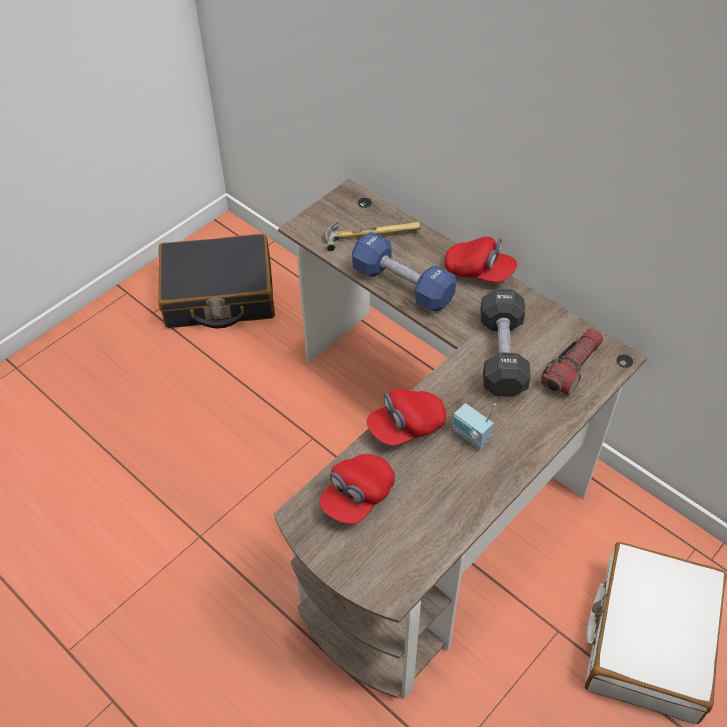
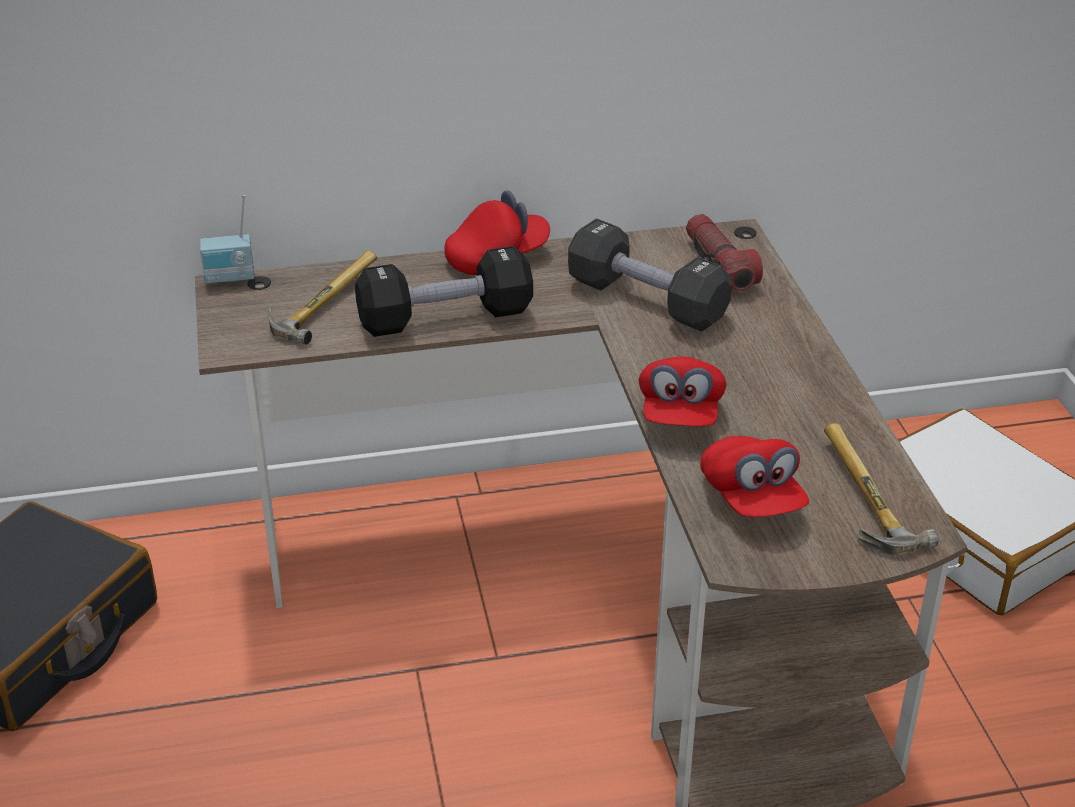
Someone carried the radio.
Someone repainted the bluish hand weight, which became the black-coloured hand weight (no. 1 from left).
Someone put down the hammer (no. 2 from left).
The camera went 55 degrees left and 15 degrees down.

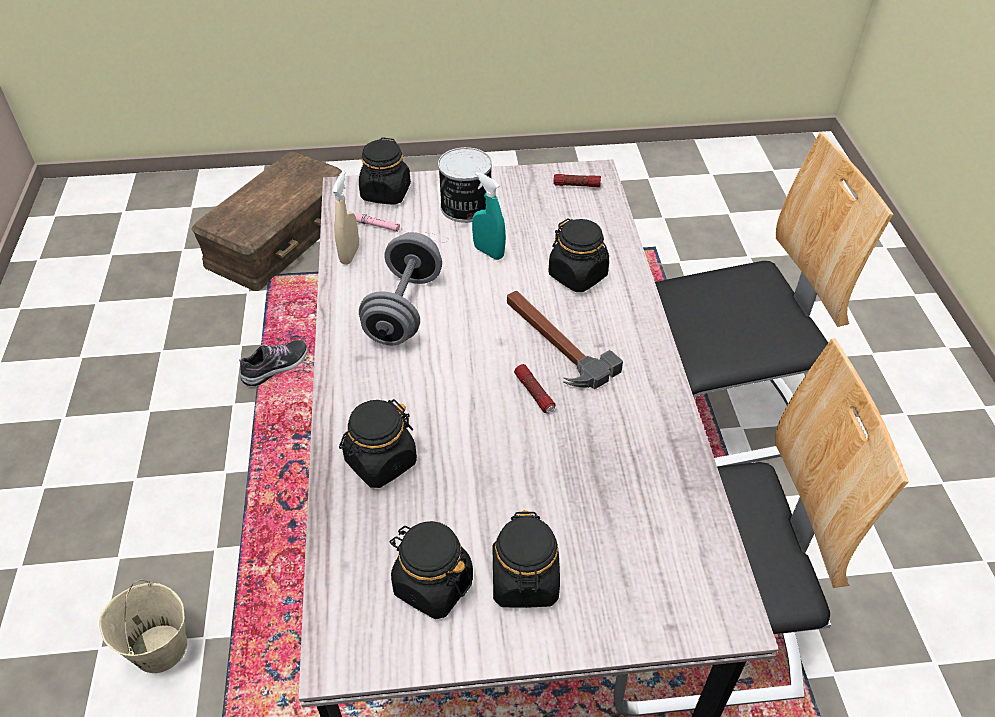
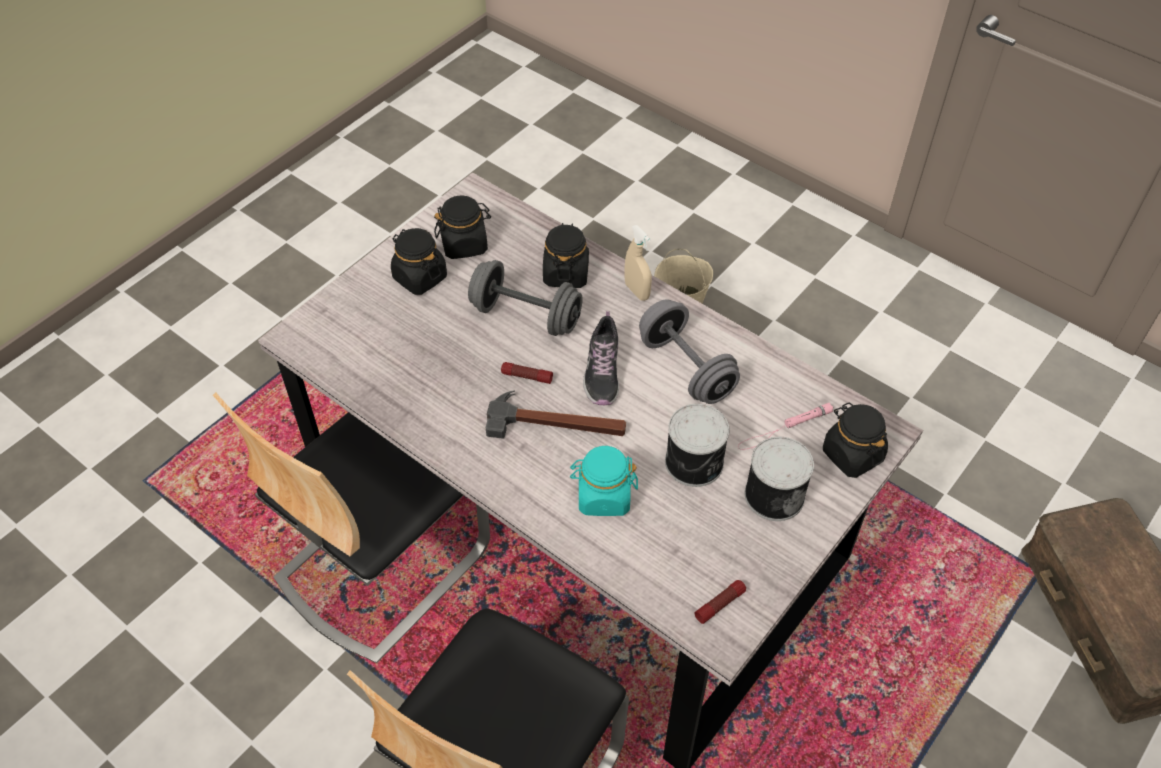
Someone put down the gray hand weight (no. 1 from left).
Someone repainted the black-coloured storage jar (no. 5 from left), which became the turquoise-coloured storage jar.
Someone carried the low shoe.
Someone carried the beige sprayer.
Someone swapped the turquoise-coloured sprayer for the metal can (no. 1 from left).
The camera went 135 degrees right and 5 degrees up.

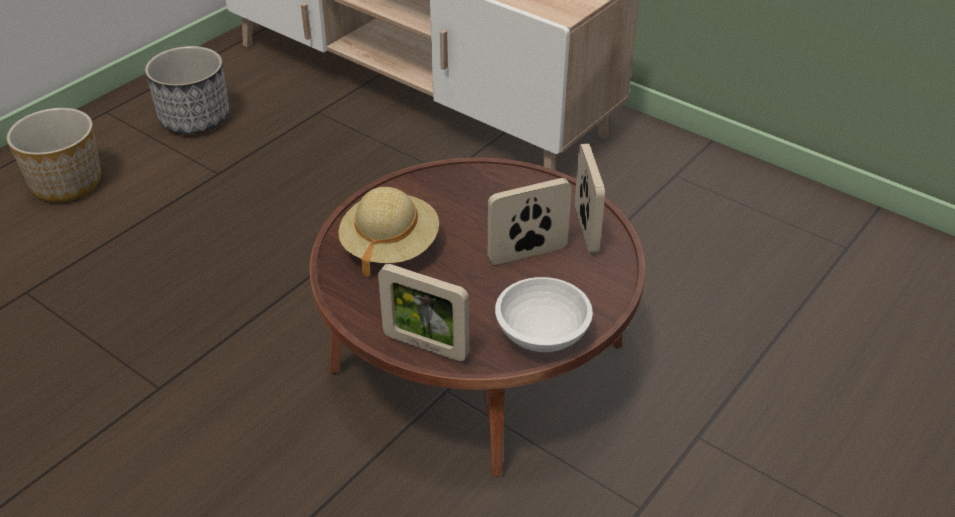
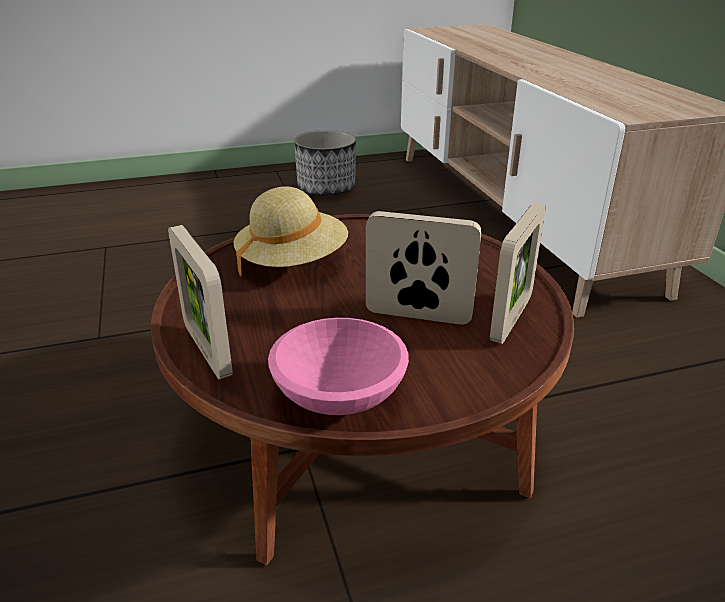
Someone repainted the white-coloured bowl, which became the pink-coloured bowl.
Someone took away the flower pot (no. 1 from left).
The camera went 35 degrees right and 10 degrees down.

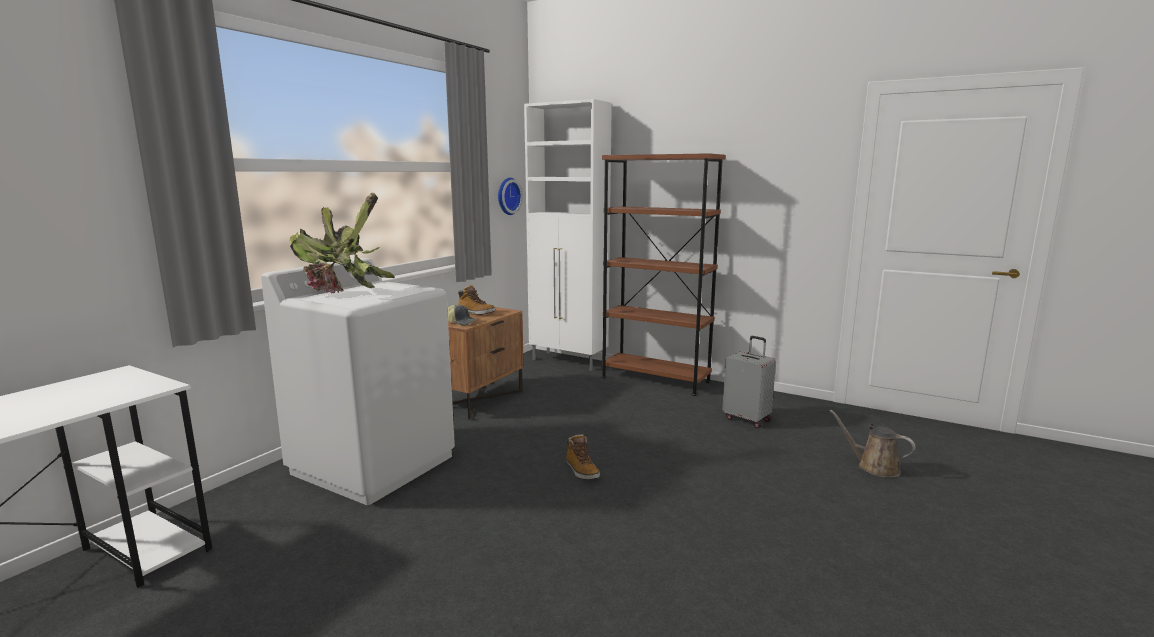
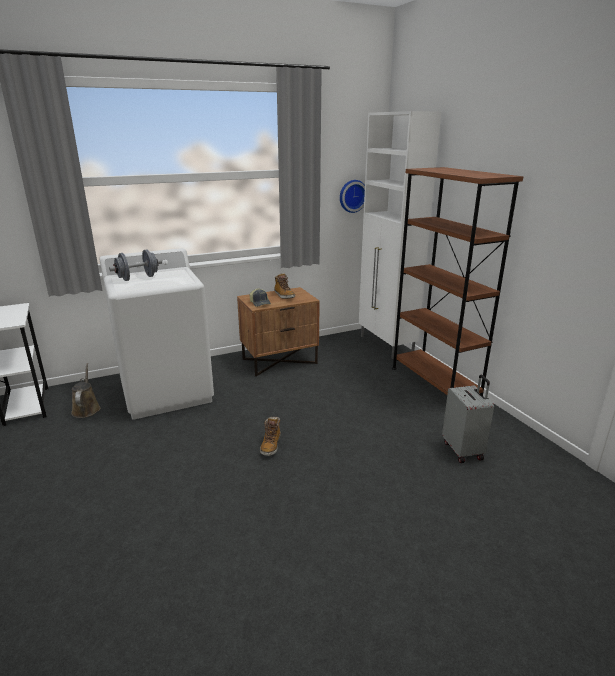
Someone carried the brown sprinkling can.
Someone swapped the houseplant for the gray hand weight.
The camera went 35 degrees right and 10 degrees up.

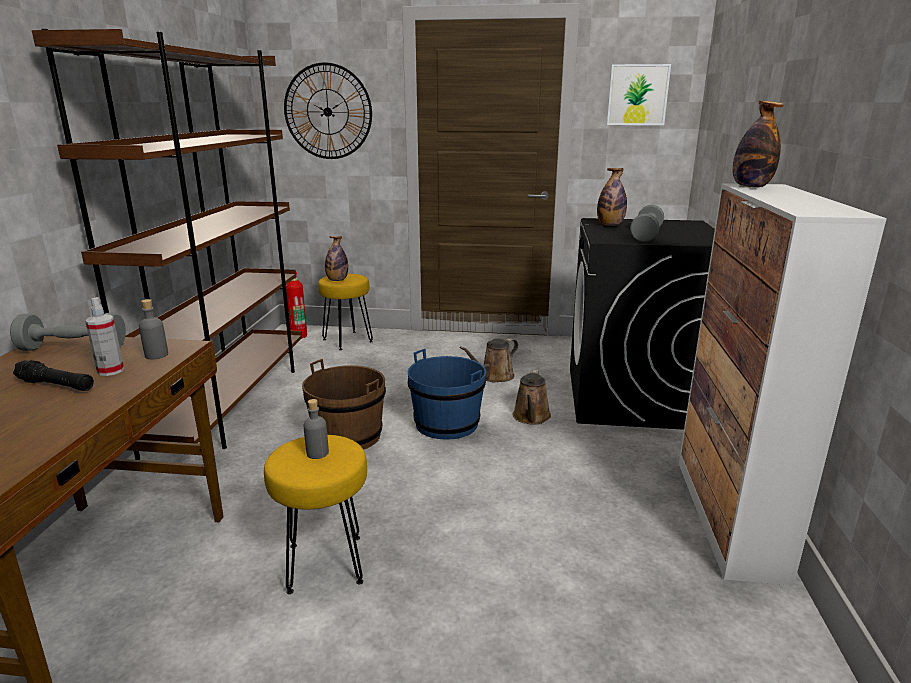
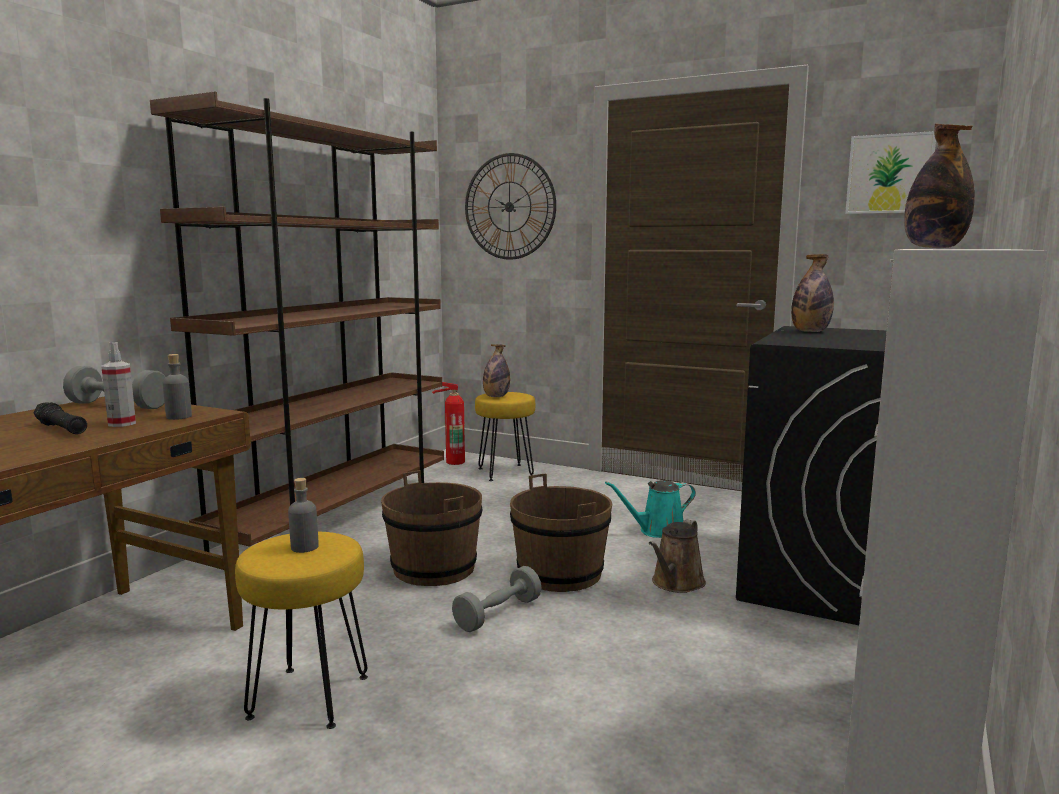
Someone carried the gray hand weight (no. 2 from left).
Someone repainted the bluish pail, which became the brown pail (no. 2 from left).
Someone repainted the brown sprinkling can (no. 1 from left), which became the turquoise-coloured sprinkling can.
The camera went 20 degrees right and 10 degrees down.

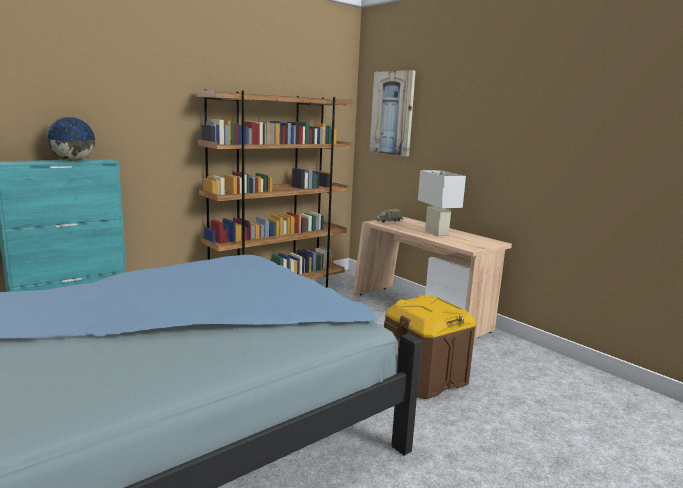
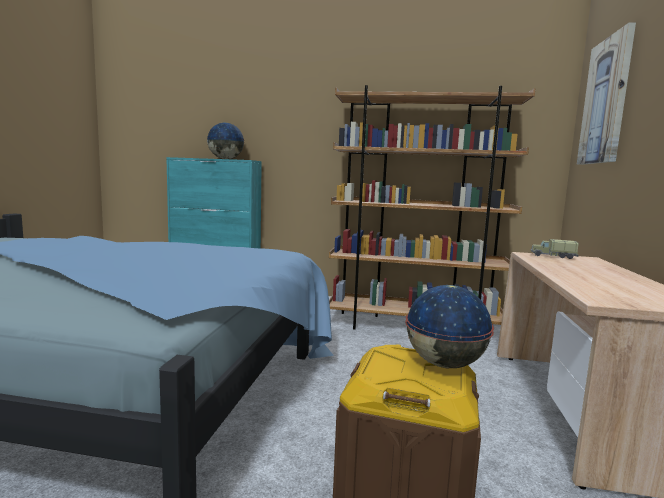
Someone put down the globe (no. 2 from left).
Someone took away the white-coloured lamp for a table.
The camera went 50 degrees right and 5 degrees down.

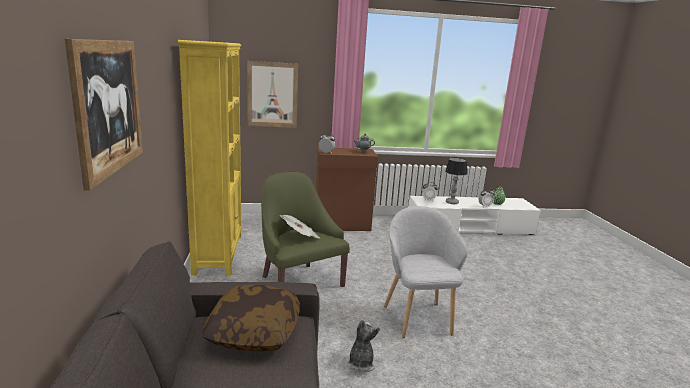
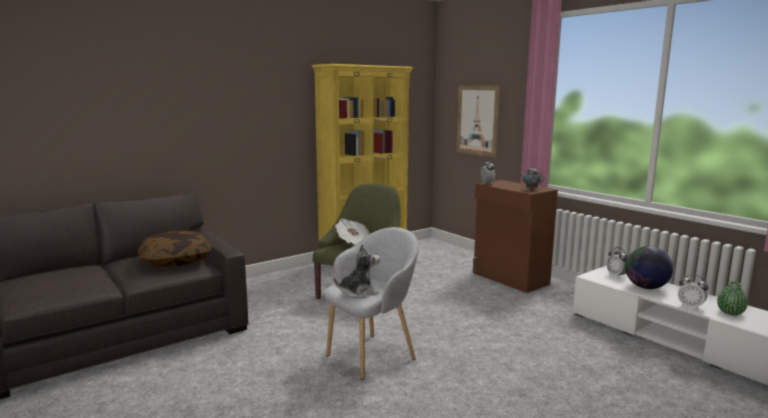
Someone carried the cuddly toy.
Someone swapped the lamp for a table for the globe.
Someone took away the wall picture (no. 1 from left).
The camera went 60 degrees right and 5 degrees down.

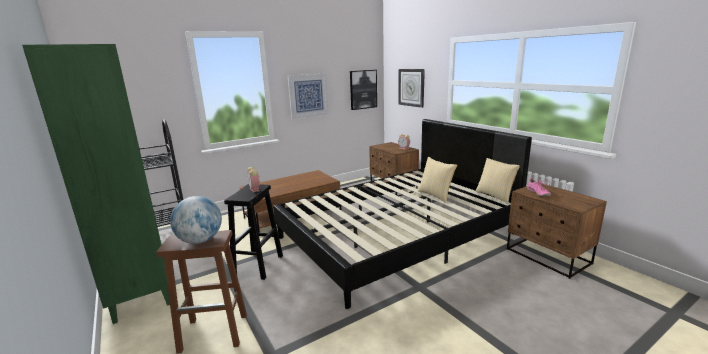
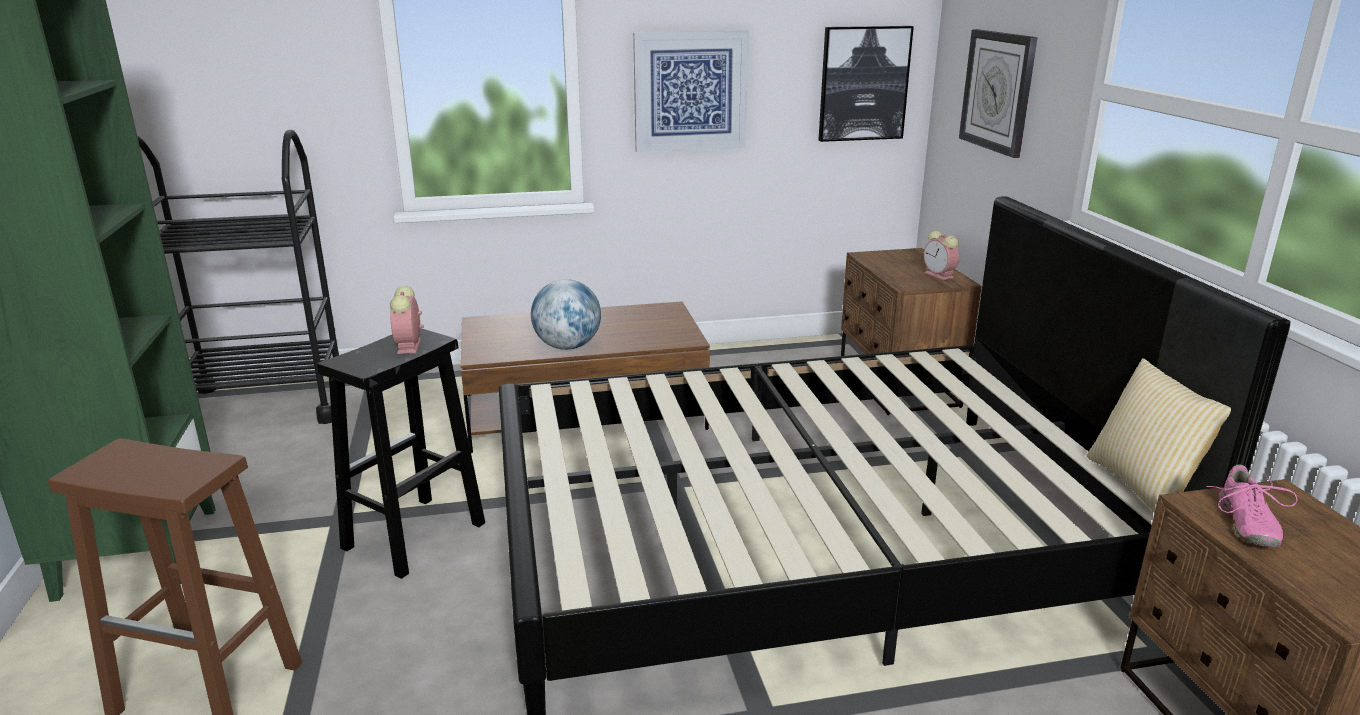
Someone carried the globe.
Someone took away the throw pillow (no. 1 from left).
The camera went 20 degrees right and 5 degrees up.

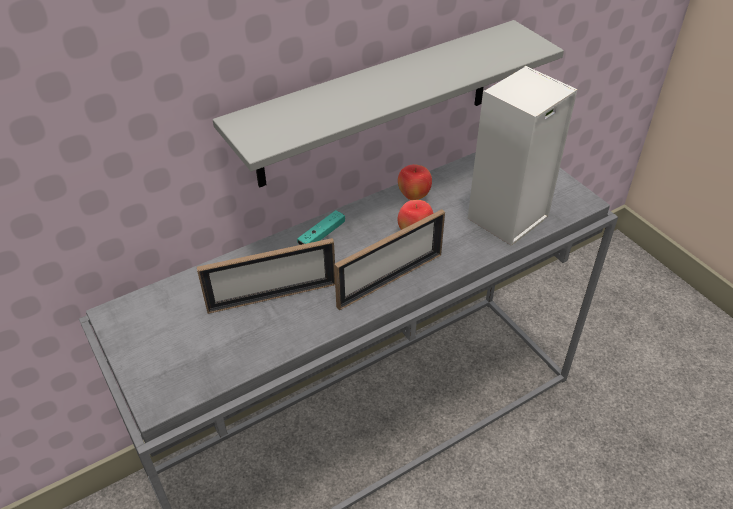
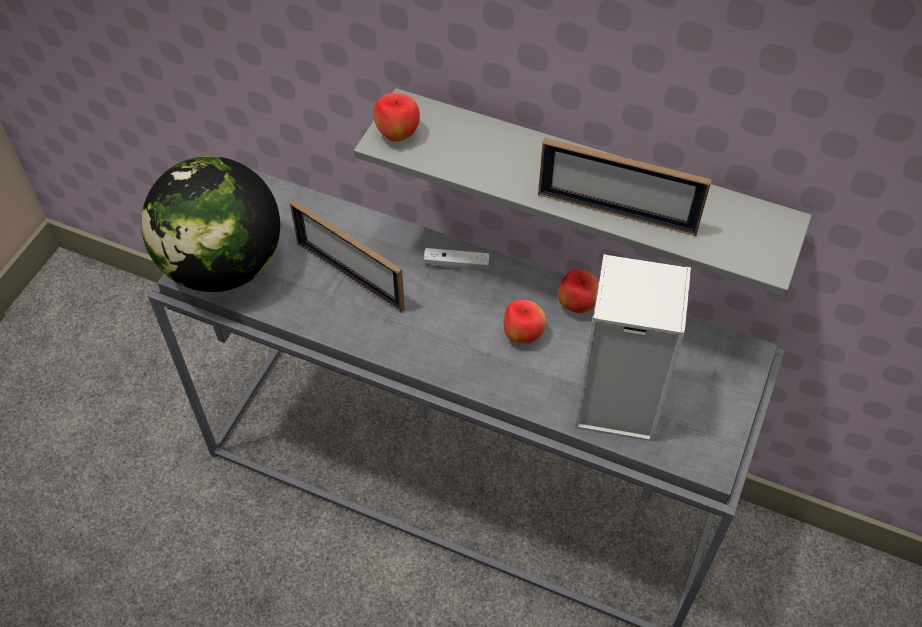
Someone put down the globe.
Someone put down the whole apple (no. 1 from left).
Someone repainted the turquoise-coloured game controller, which became the white-coloured game controller.
Someone carried the picture frame (no. 2 from left).
The camera went 55 degrees right and 10 degrees up.

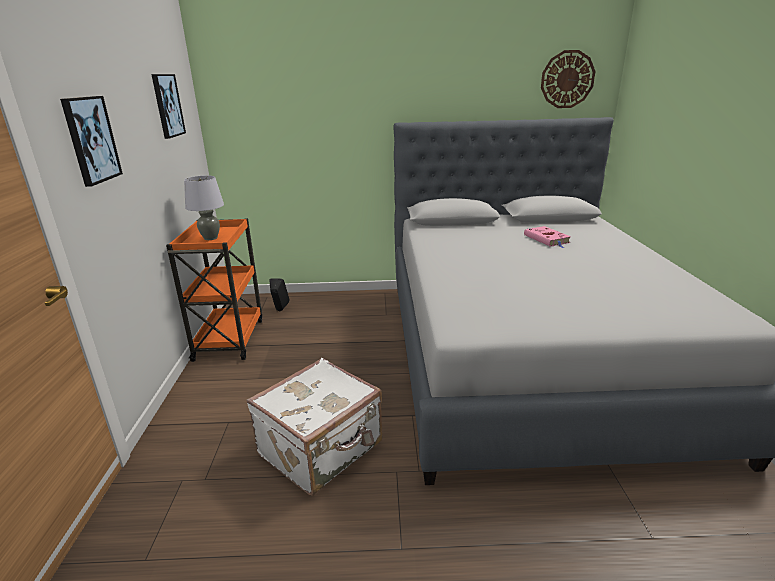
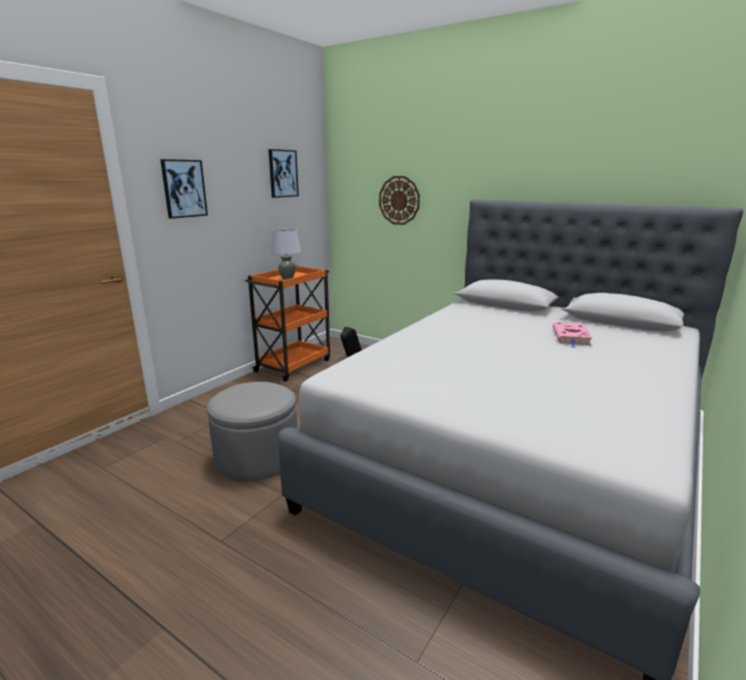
Someone swapped the white-coloured travel case for the gray pouffe.
Someone carried the wall clock.
The camera went 35 degrees right and 5 degrees down.

